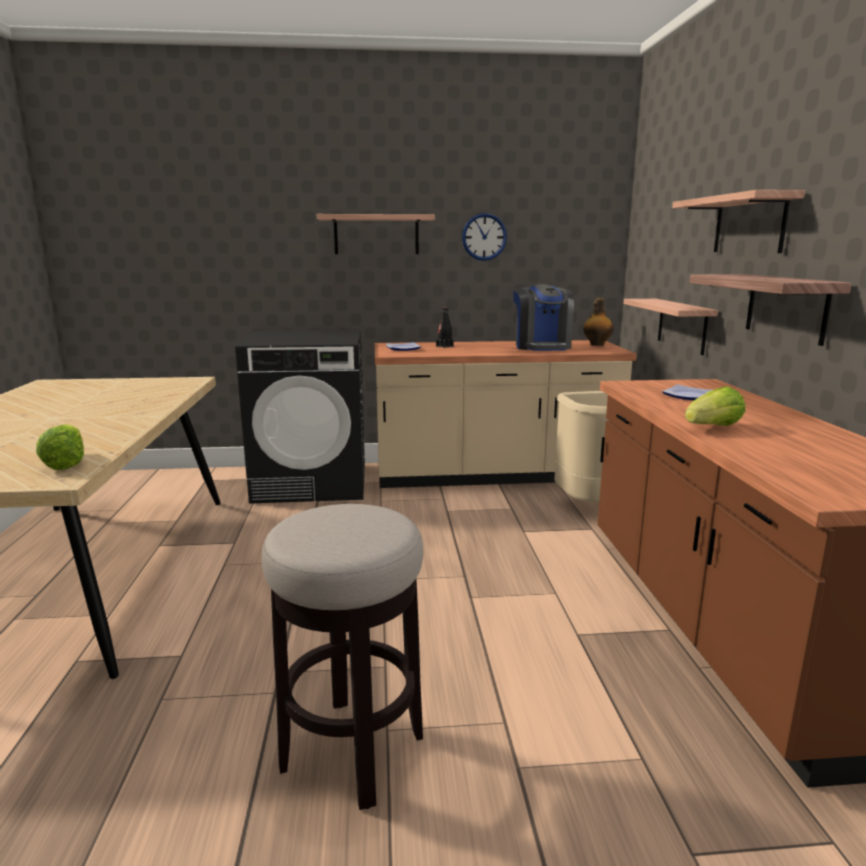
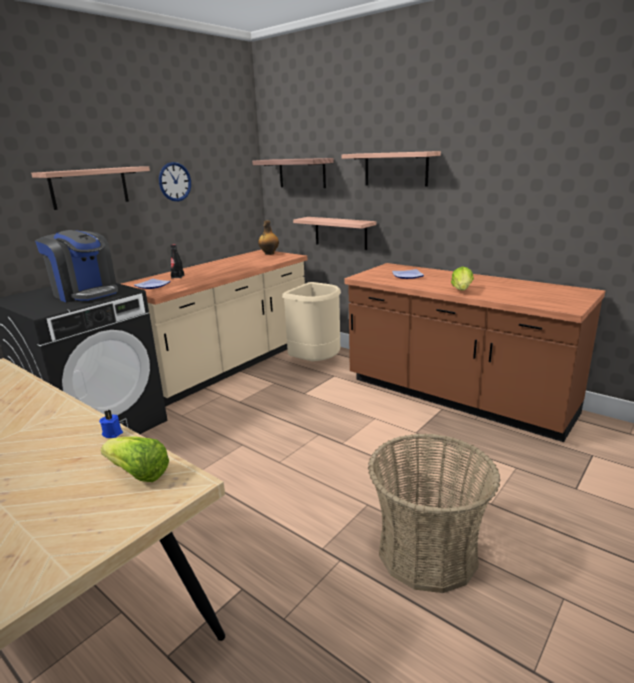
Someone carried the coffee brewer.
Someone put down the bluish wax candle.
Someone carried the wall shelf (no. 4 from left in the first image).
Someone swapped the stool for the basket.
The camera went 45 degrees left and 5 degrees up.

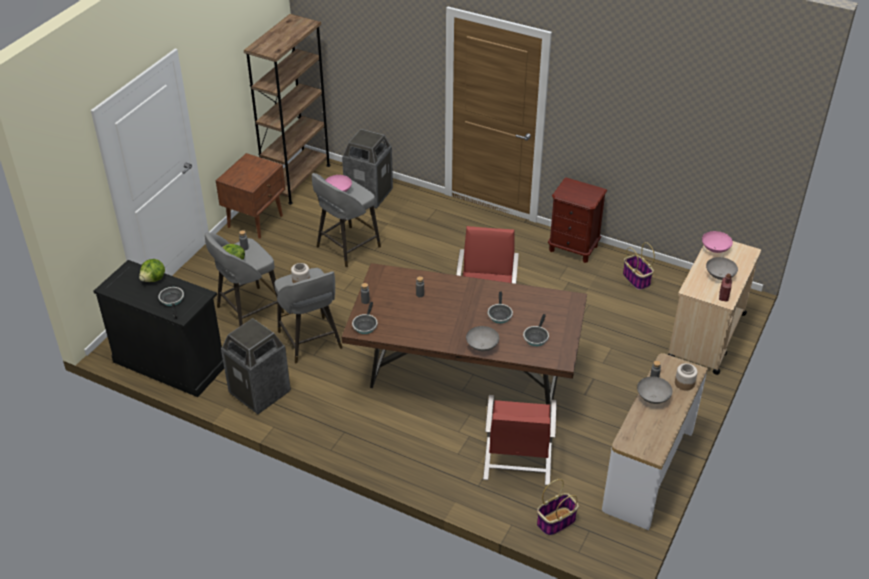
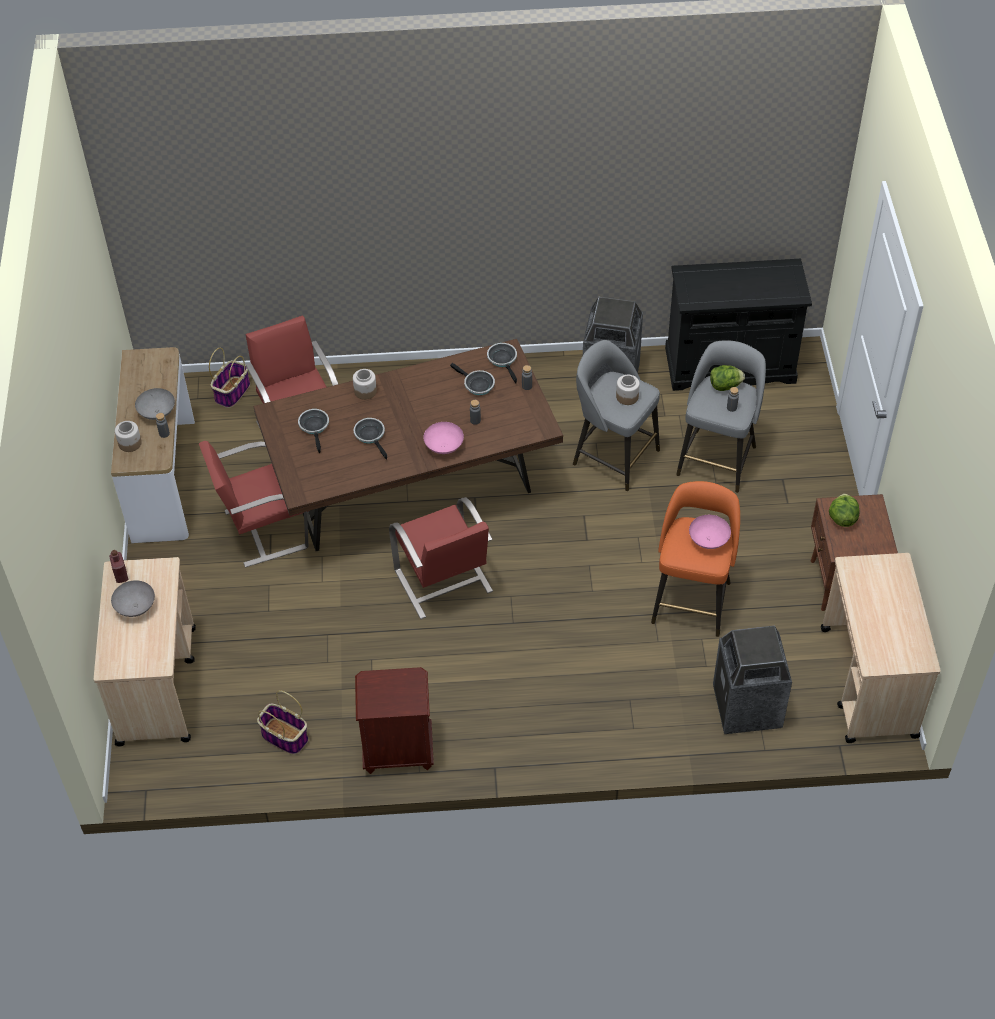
Someone put down the reddish upright chair (no. 1 from left).
Someone swapped the gray bowl (no. 1 from left) for the storage jar (no. 2 from left).
Someone carried the pink-coloured bowl (no. 2 from left in the first image).
Someone carried the pan (no. 1 from left in the first image).
Someone repainted the gray stool (no. 3 from left), which became the orangey stool.
Someone swapped the brown bookshelf for the beige cart (no. 2 from left).
Someone carried the lettuce (no. 1 from left in the first image).
The camera went 150 degrees right and 10 degrees up.

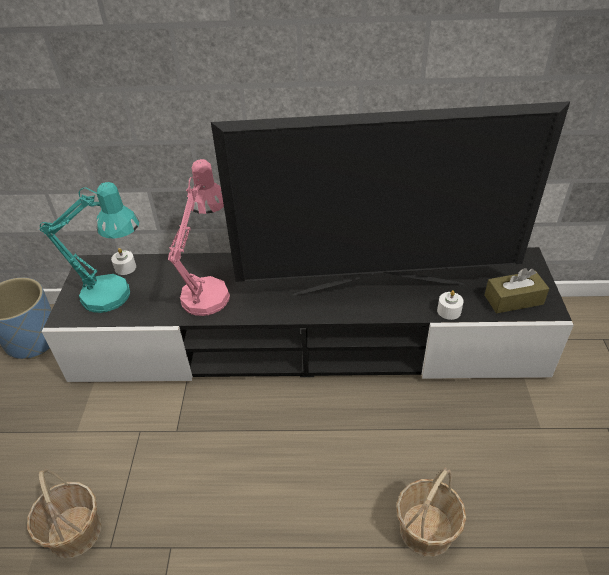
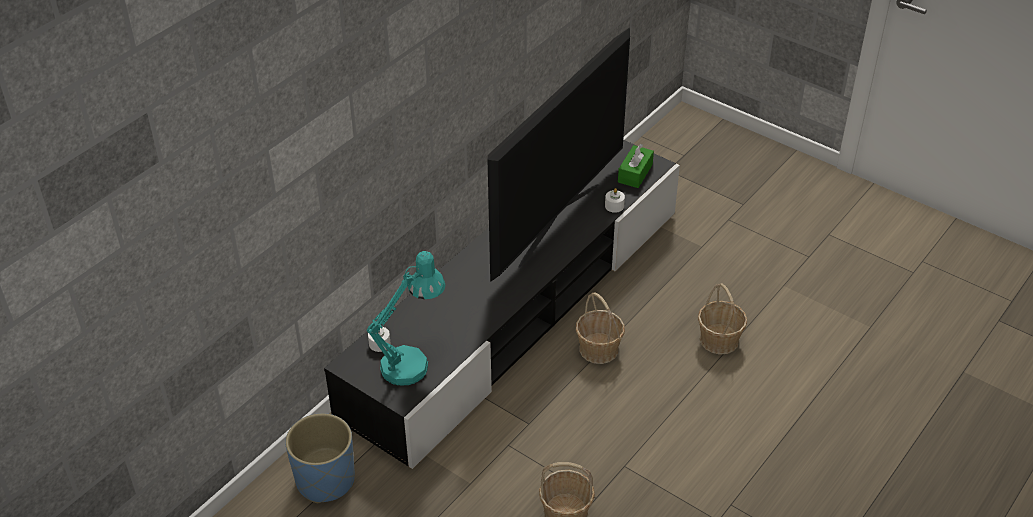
Someone put down the basket (no. 2 from left).
Someone repainted the brown box of tissues, which became the greenish box of tissues.
Someone took away the pink-coloured lamp for a table.
The camera went 55 degrees left and 0 degrees up.

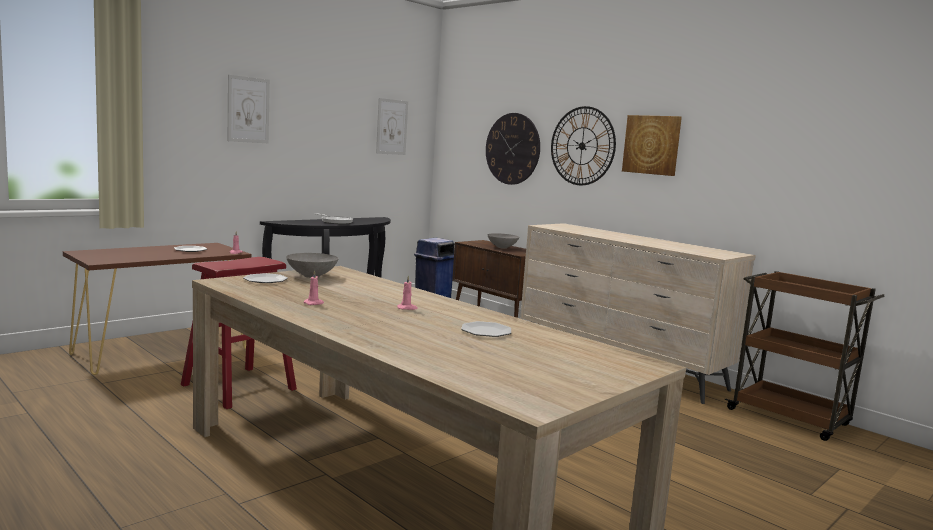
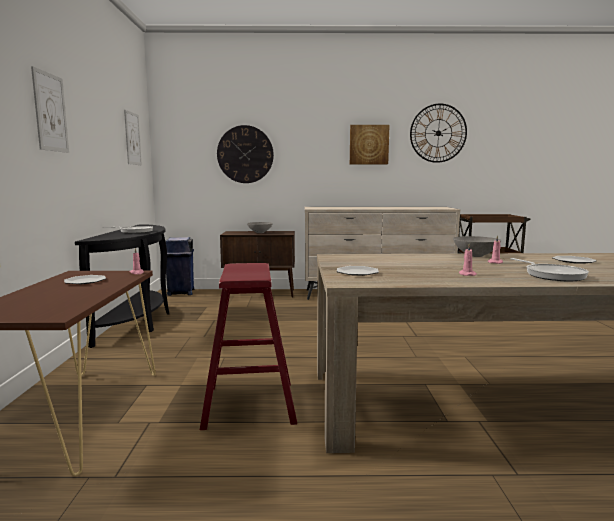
Someone carried the wall clock (no. 2 from left).
Someone carried the gray bowl (no. 1 from left in the first image).
Someone put down the pan (no. 2 from left).
The camera went 45 degrees left and 0 degrees up.

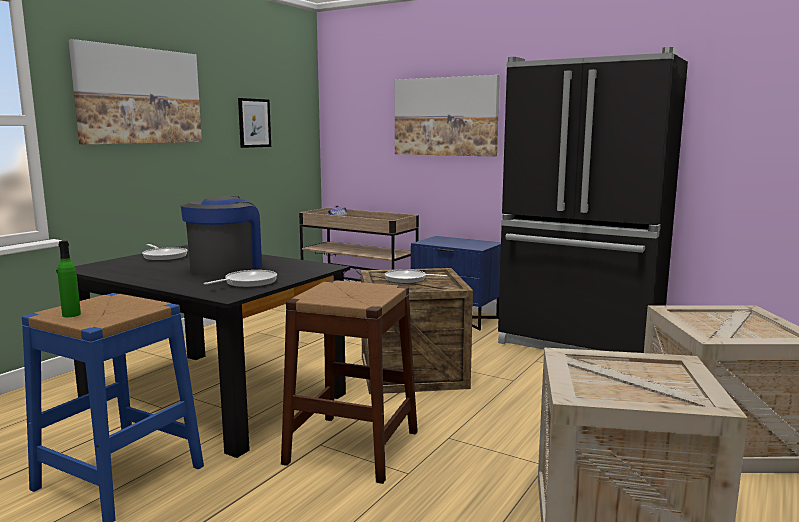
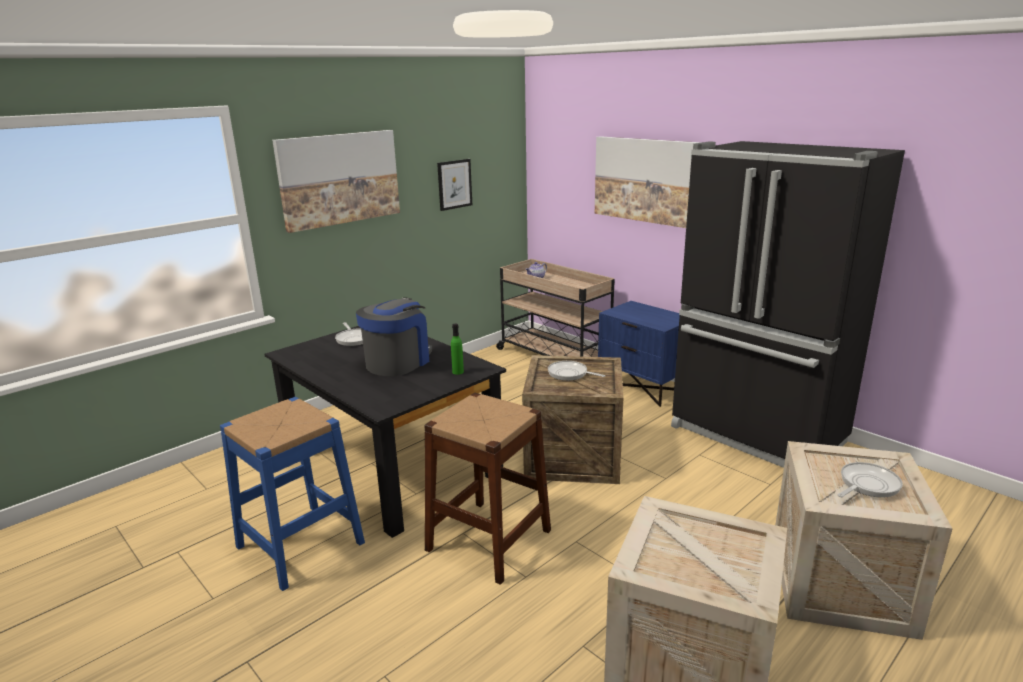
Someone carried the greenish beverage bottle.
Someone carried the pan (no. 2 from left in the first image).
The camera went 15 degrees right and 10 degrees up.

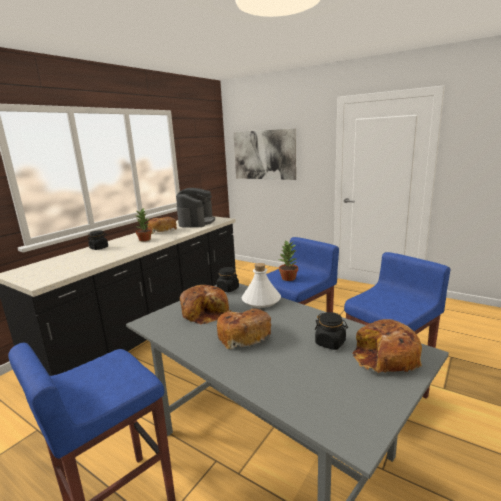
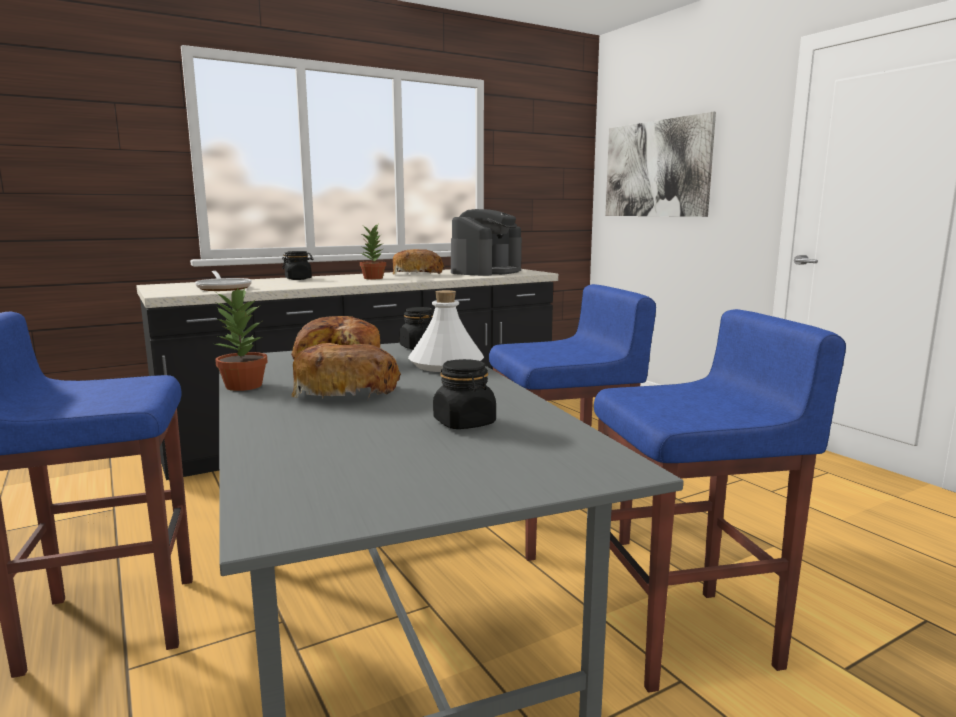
Someone put down the pan.
Someone carried the houseplant (no. 2 from left in the first image).
Someone took away the bread (no. 4 from left).
The camera went 25 degrees right and 5 degrees down.

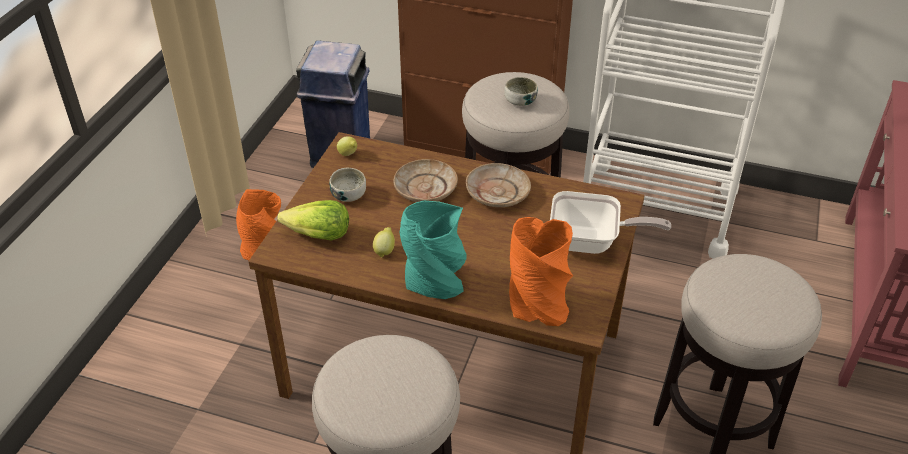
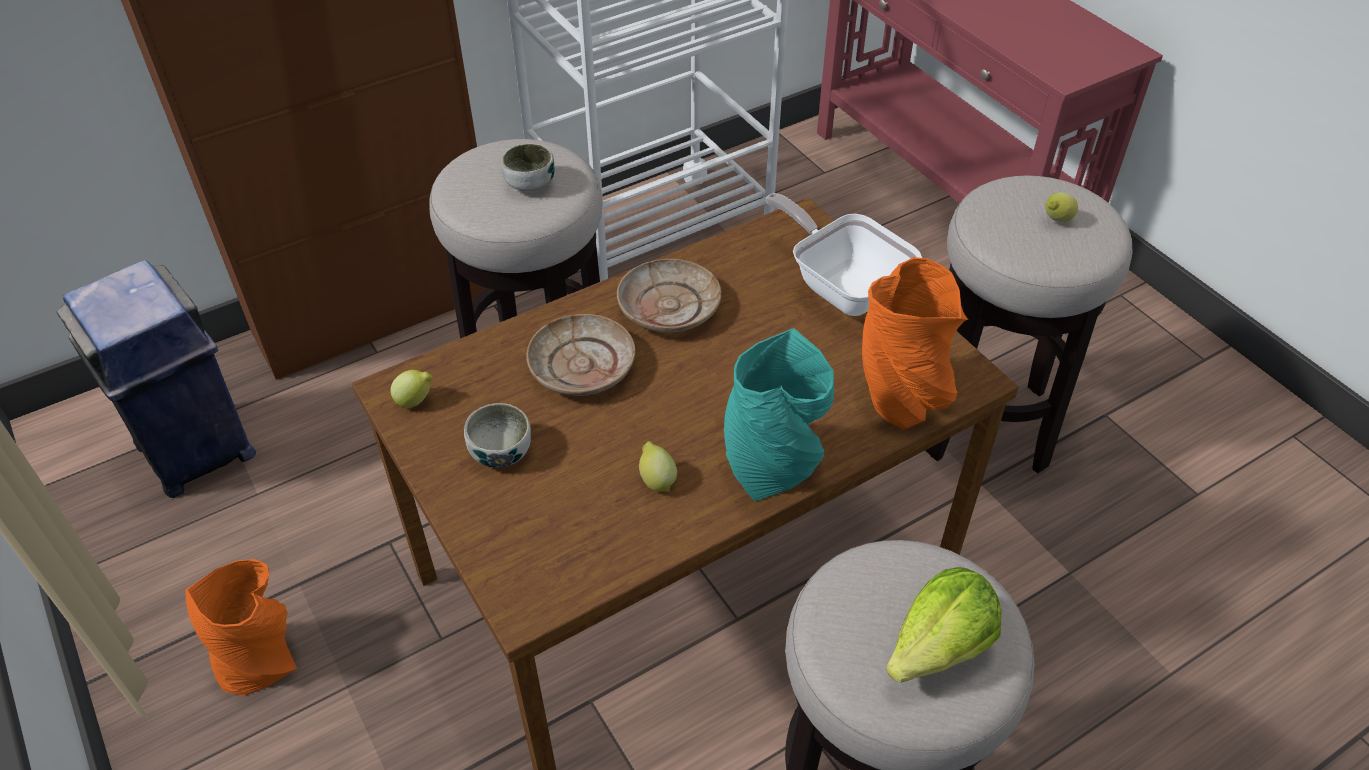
Someone rotated the pan by 90 degrees counterclockwise.
Someone carried the lettuce.
Someone put down the lemon (no. 3 from left).
The camera went 50 degrees left and 5 degrees up.

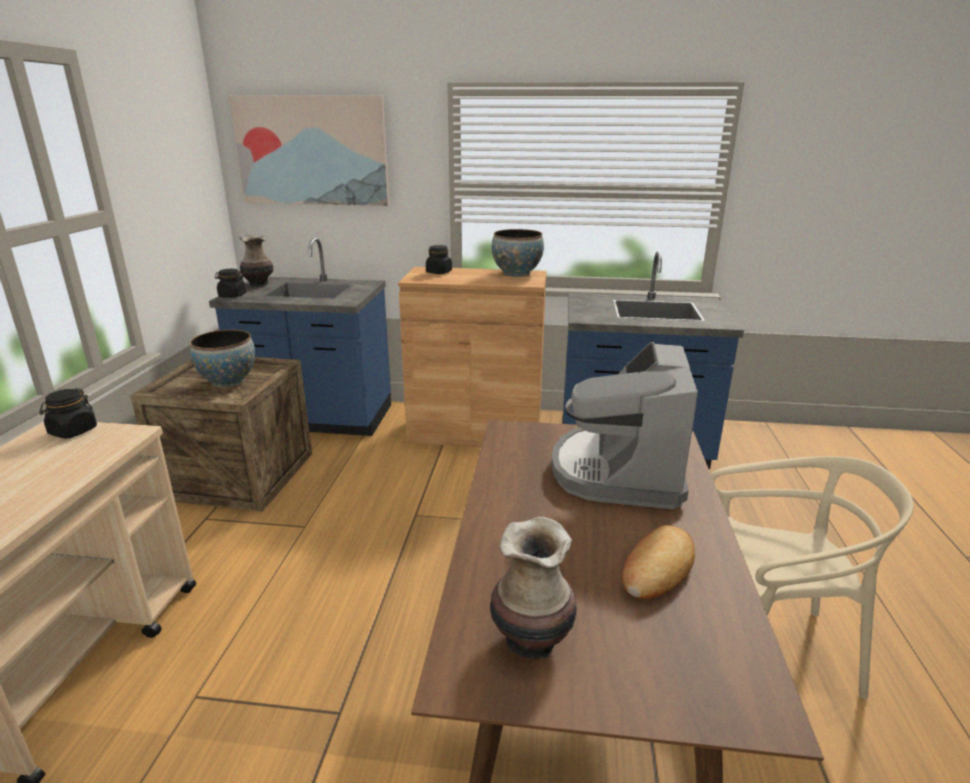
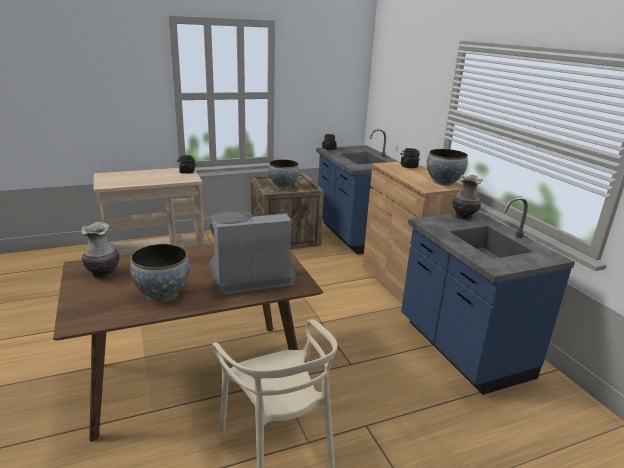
Someone swapped the bread for the bowl (no. 1 from left).
Someone carried the decorative vase (no. 1 from left in the first image).
Someone took away the wall picture.
The camera went 60 degrees right and 0 degrees up.

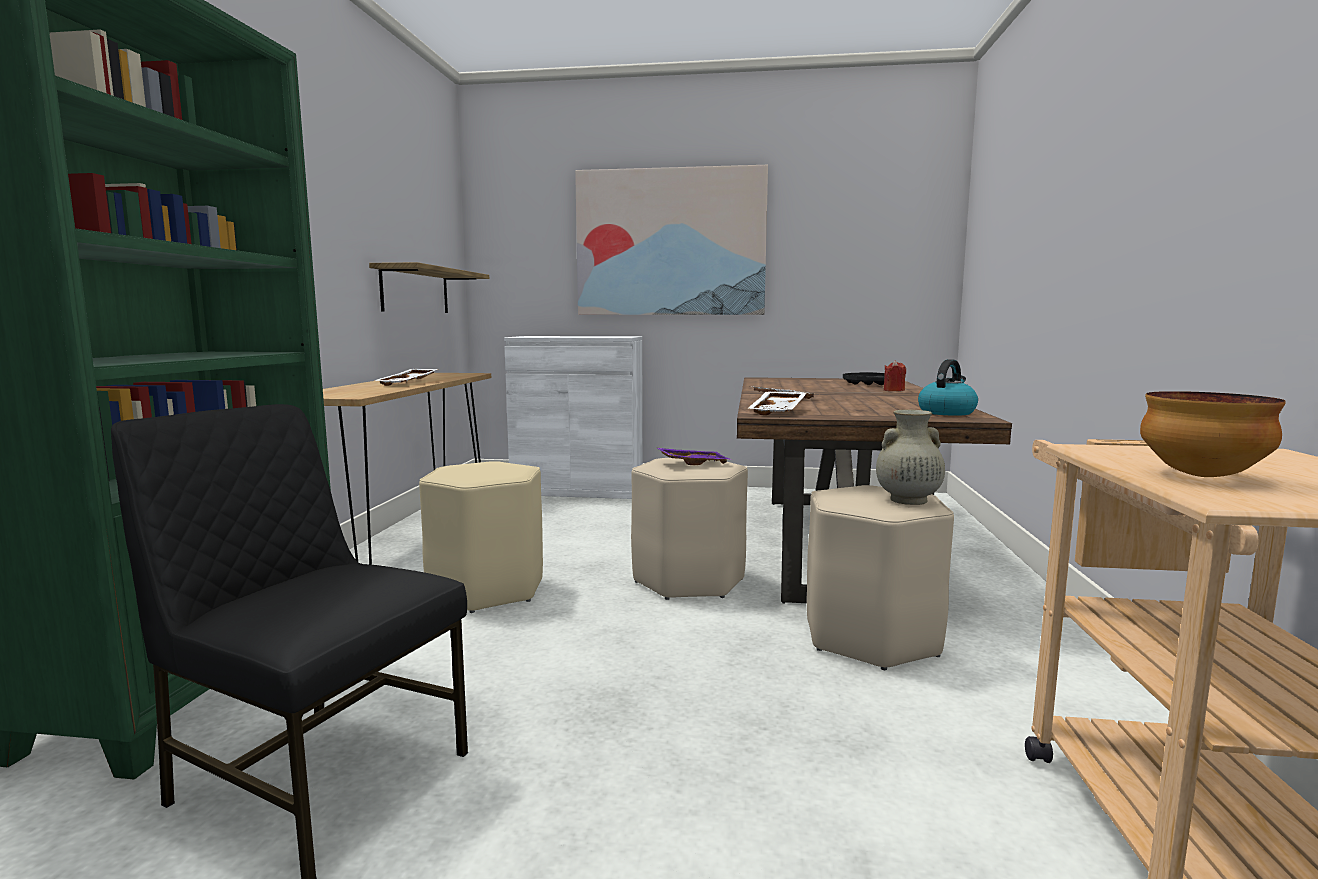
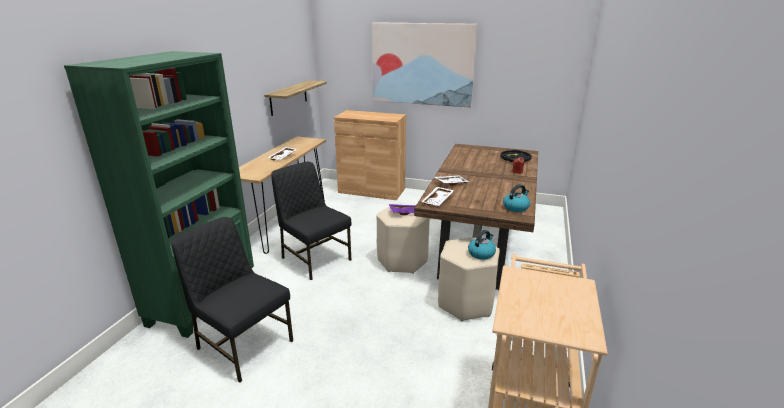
Someone swapped the beige stool (no. 1 from left) for the black-coloured upright chair (no. 2 from left).
Someone repainted the white-coloured cupboard, which became the brown cupboard.
Someone swapped the beige decorative vase for the kettle (no. 1 from left).
Someone took away the bowl.
The camera went 10 degrees right and 15 degrees up.

